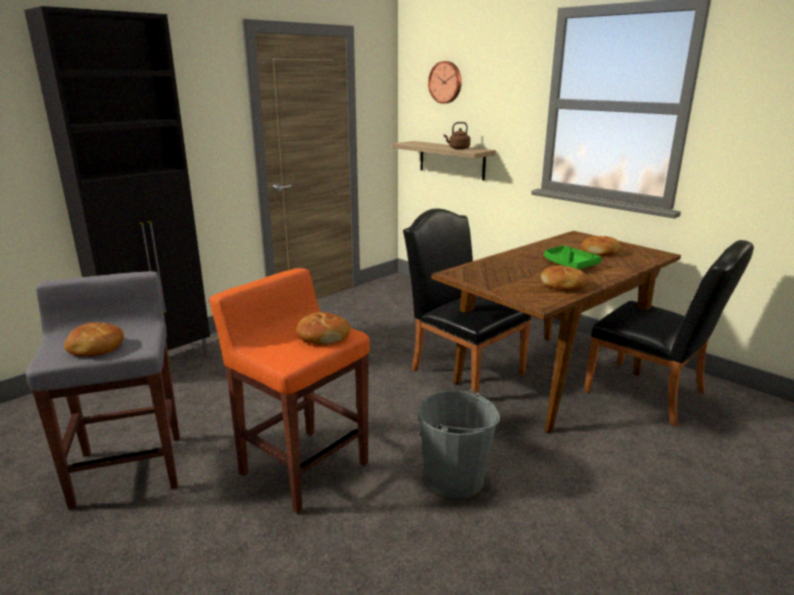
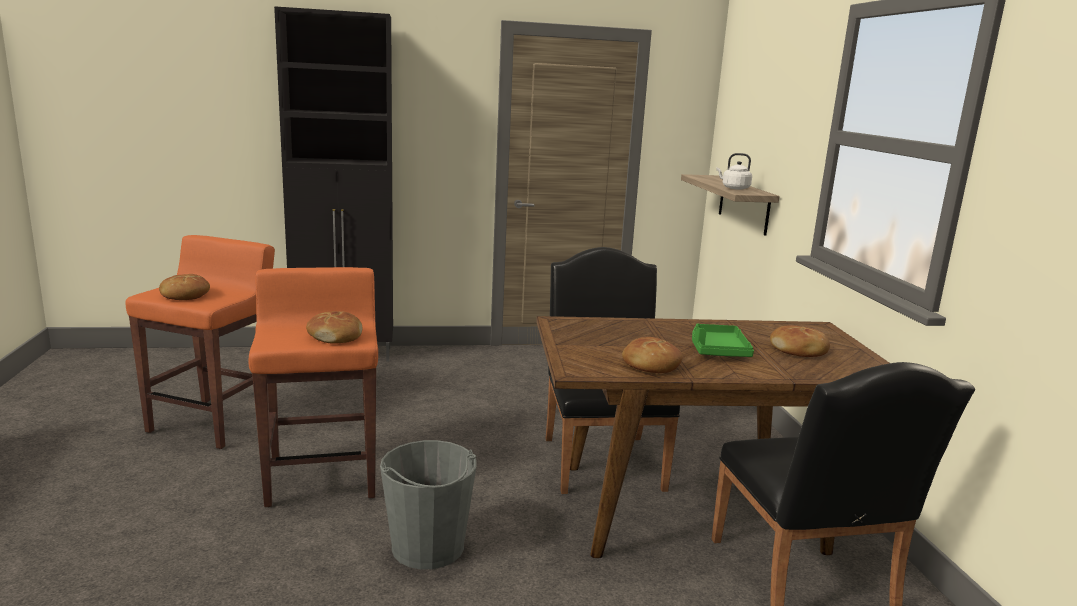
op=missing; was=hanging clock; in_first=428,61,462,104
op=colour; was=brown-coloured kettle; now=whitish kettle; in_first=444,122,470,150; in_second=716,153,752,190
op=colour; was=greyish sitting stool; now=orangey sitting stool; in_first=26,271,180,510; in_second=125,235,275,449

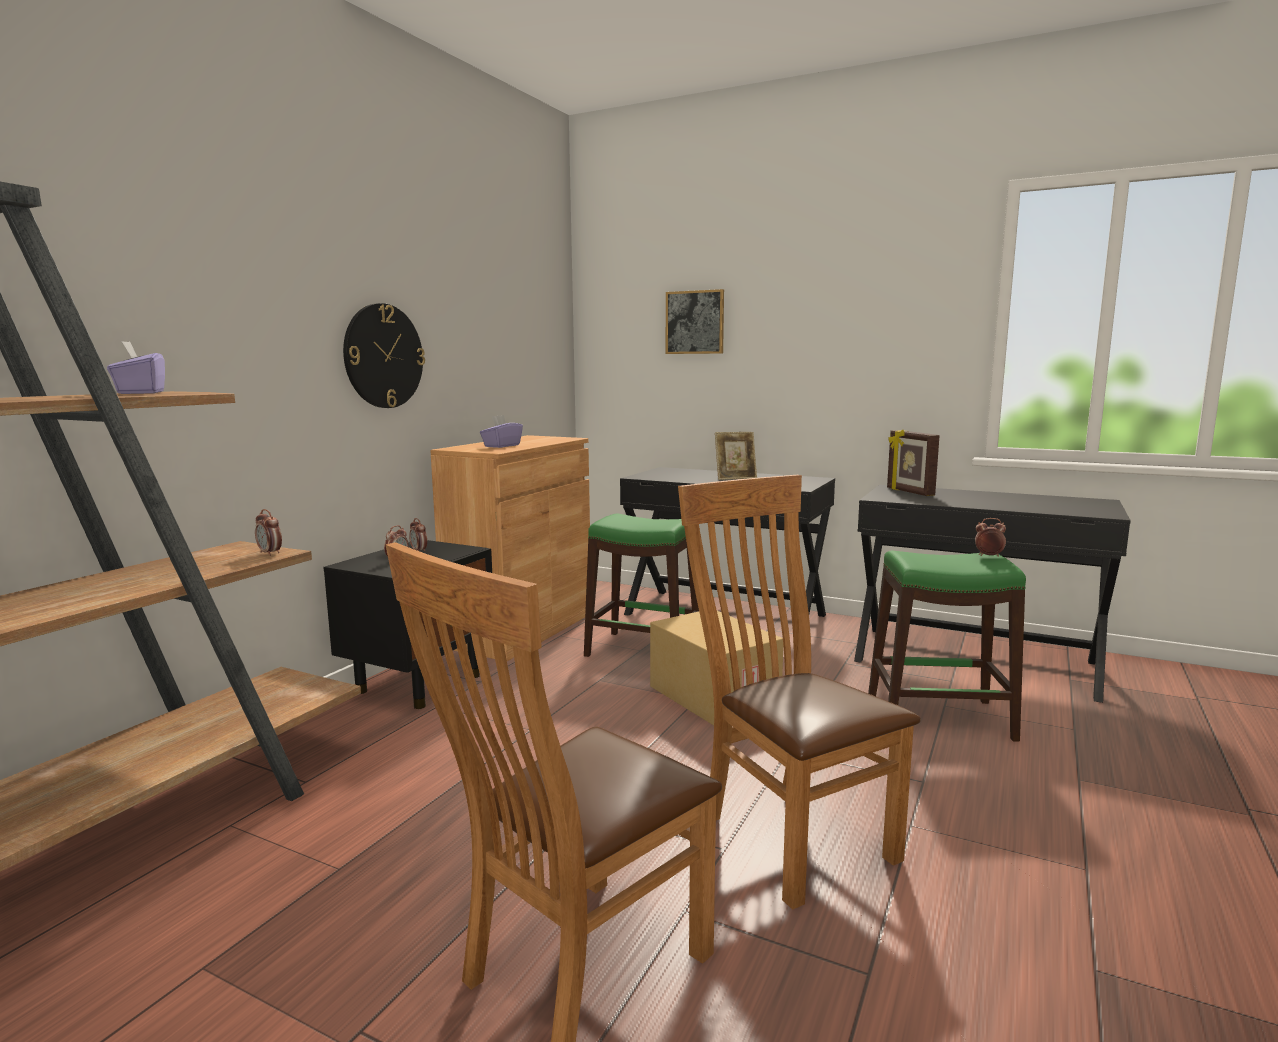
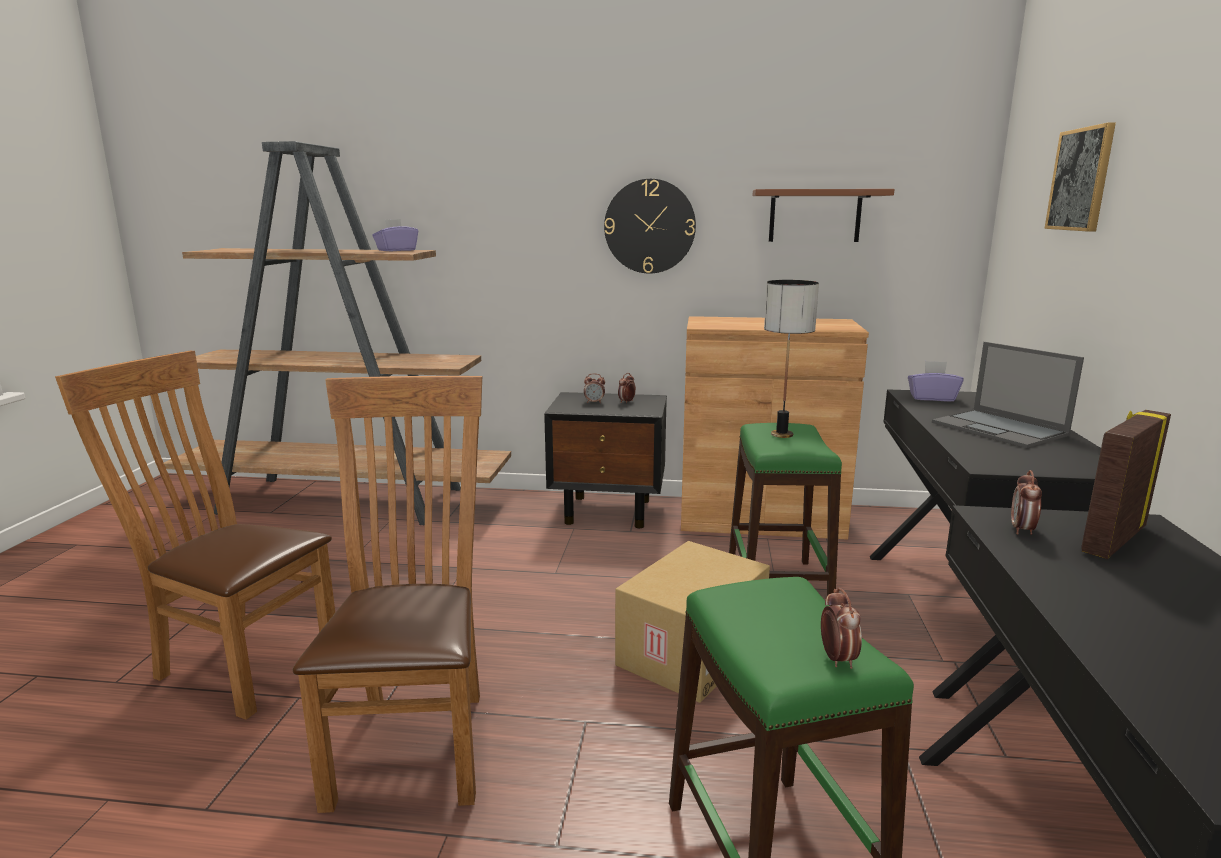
op=relocated; was=purplish tissue box; in_first=480,415,523,448; in_second=908,361,964,402
op=exchanged; was=photo frame; now=laptop; in_first=715,432,757,480; in_second=932,342,1084,448
op=spun; was=brown-coloured upright chair; in_first=678,475,921,910; in_second=293,376,482,813; clockwise=-45
op=relocated; was=bedside clock; in_first=255,509,282,556; in_second=1011,470,1042,535
op=appeared; now=brown-coloured shelf; in_second=753,189,895,242
op=appeared; now=tabletop lamp; in_second=764,280,819,438

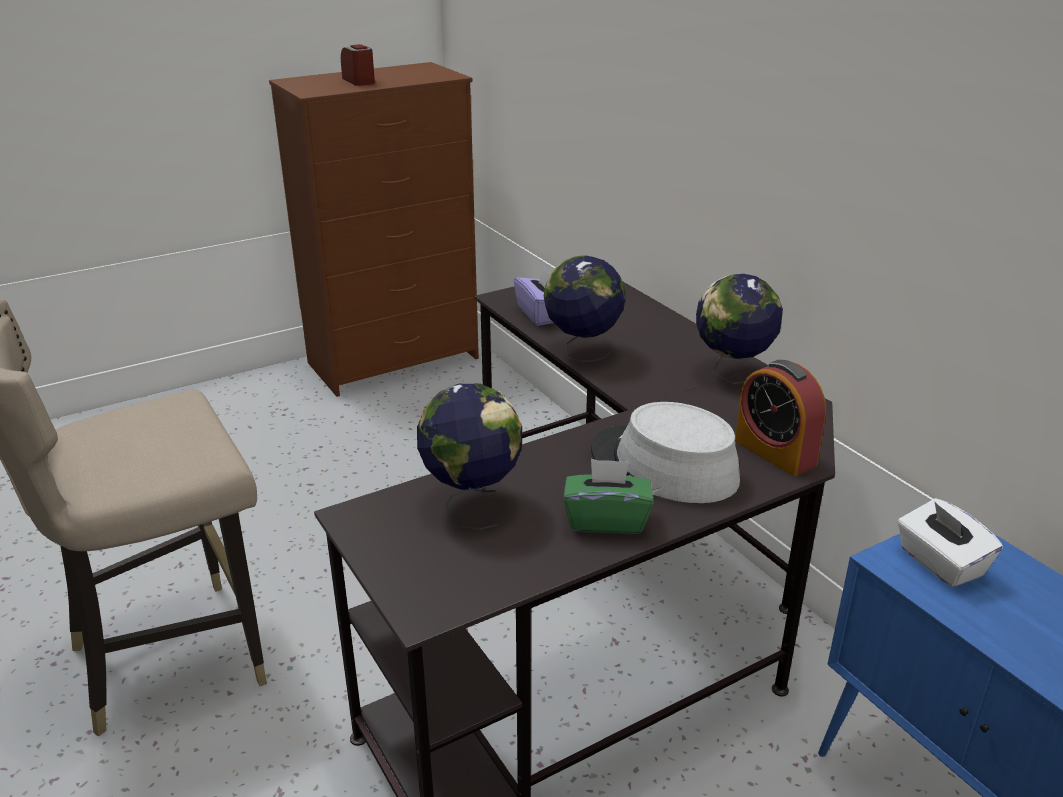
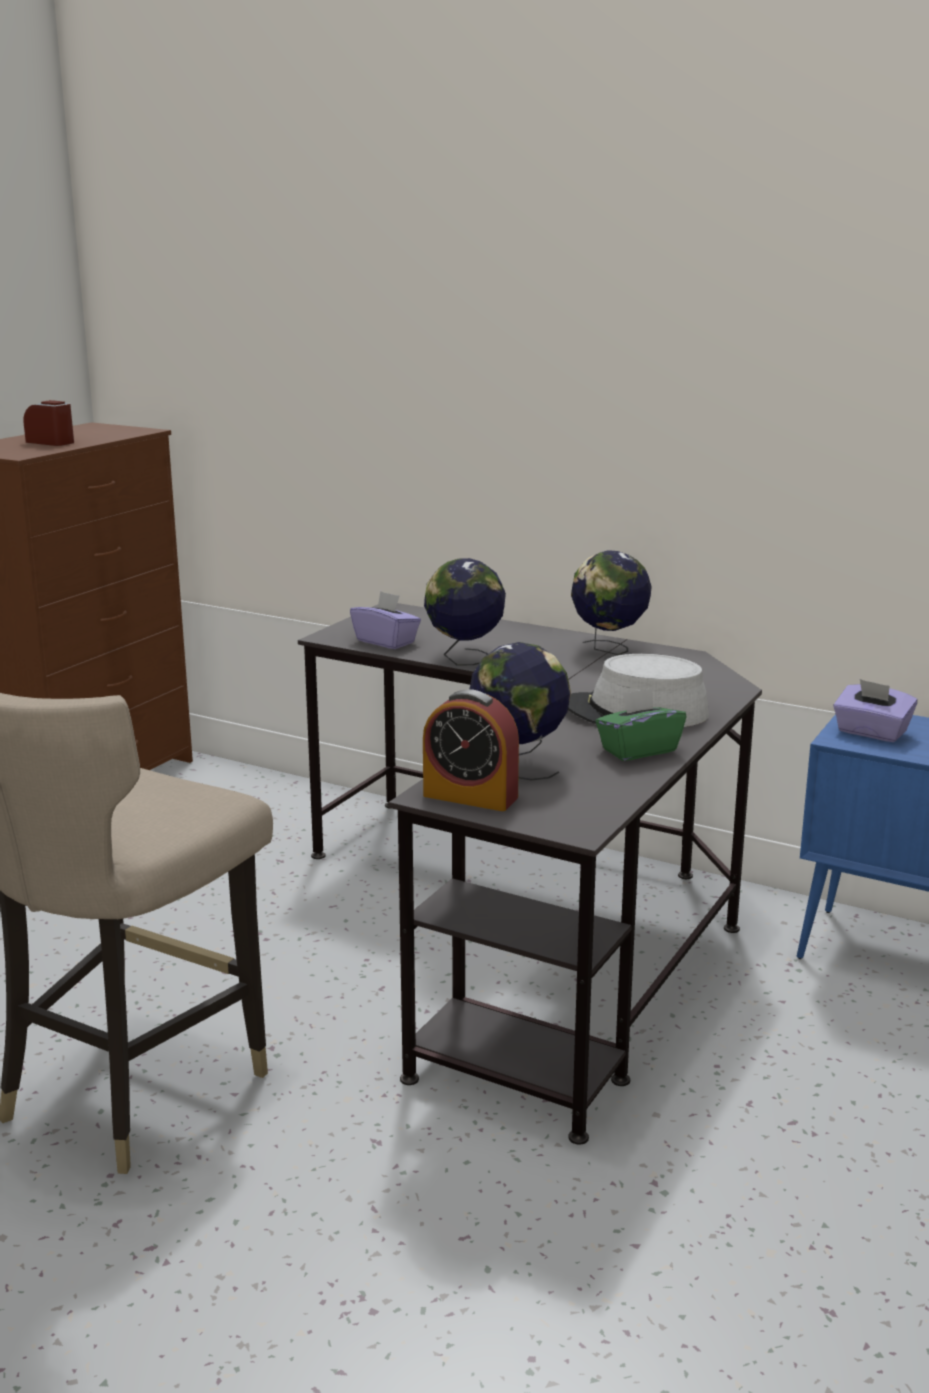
op=relocated; was=bedside clock; in_first=735,360,826,476; in_second=423,689,519,811
op=colour; was=whitish tissue box; now=purplish tissue box; in_first=897,498,1003,588; in_second=833,679,917,742

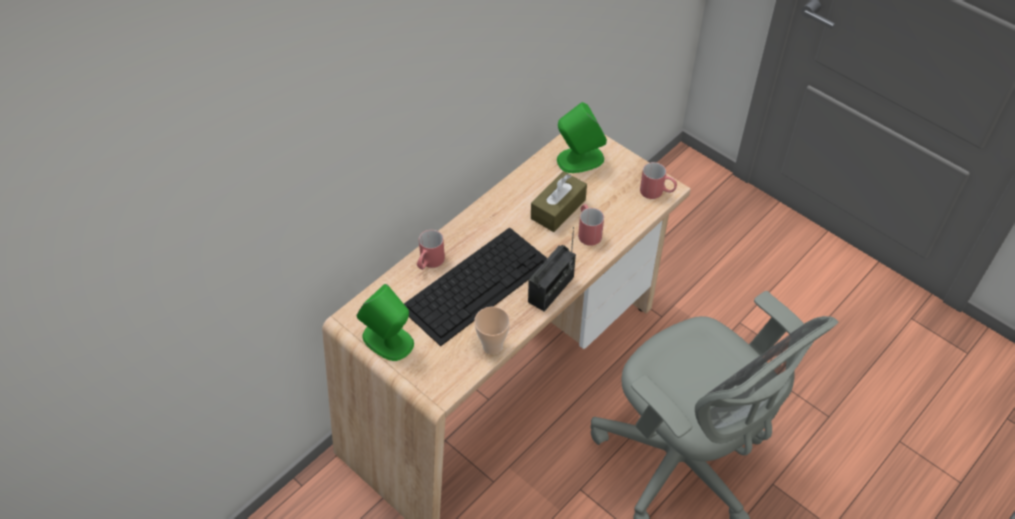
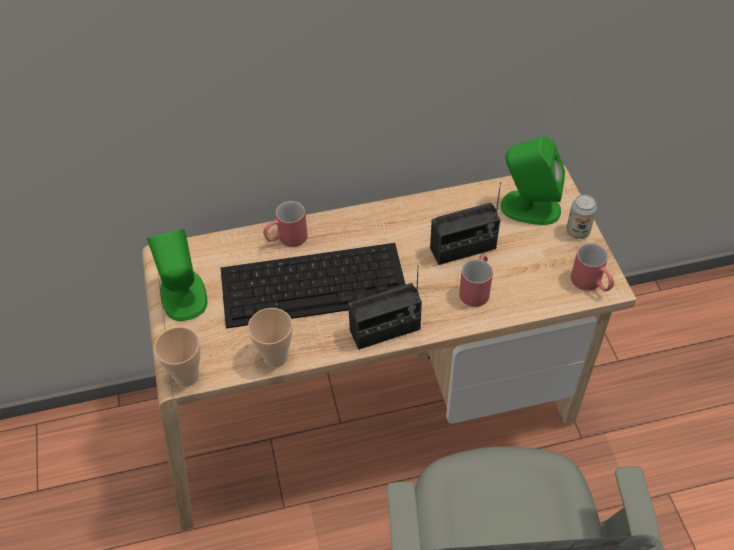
op=exchanged; was=brown-coloured tissue box; now=radio; in_first=531,171,587,232; in_second=430,182,501,265
op=appeared; now=can; in_second=566,194,597,239
op=appeared; now=drinking cup; in_second=154,327,201,387

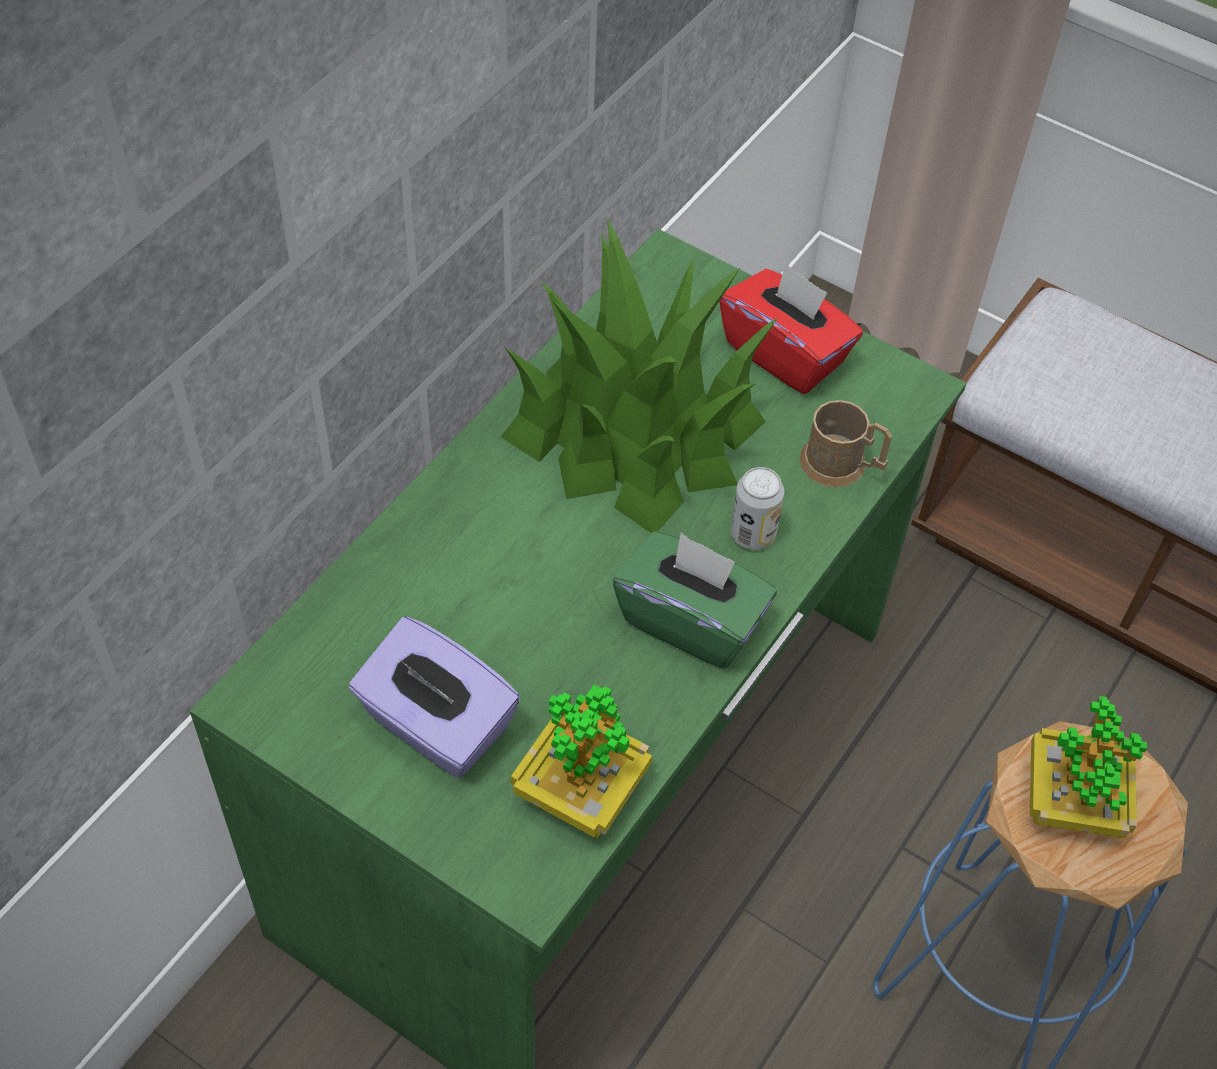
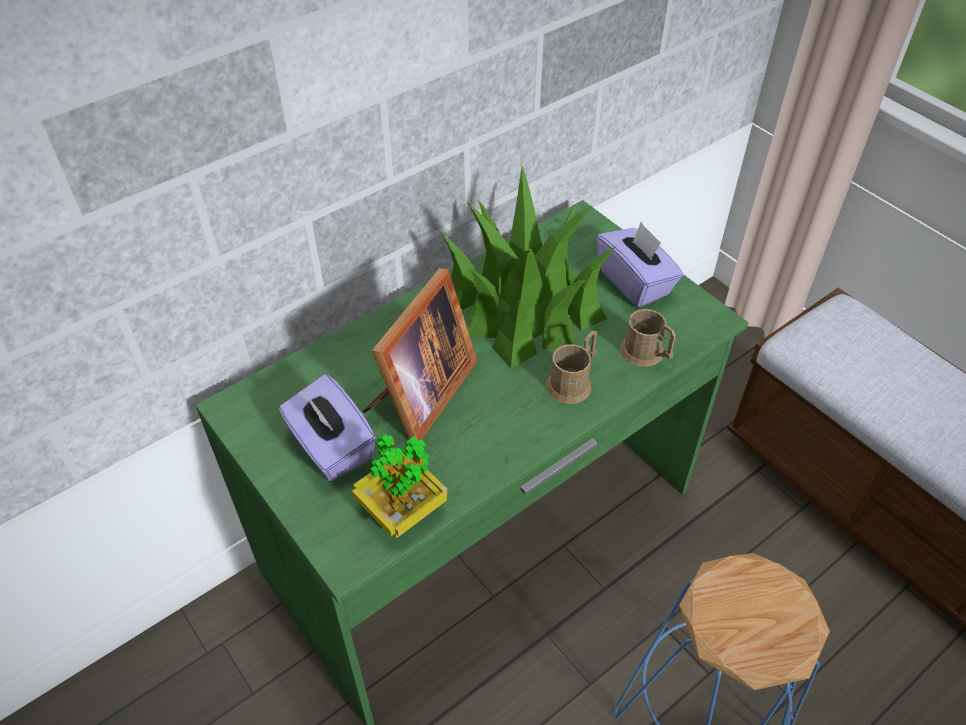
op=colour; was=reddish tissue box; now=purplish tissue box; in_first=719,263,863,394; in_second=596,222,683,308
op=exchanged; was=can; now=brown-coloured coffee mug; in_first=731,467,784,550; in_second=546,331,597,404
op=missing; was=green-coloured tissue box; in_first=613,531,777,669
op=missing; was=plant in a pot; in_first=1030,696,1147,838
op=appeared; now=photo frame; in_second=362,268,477,441

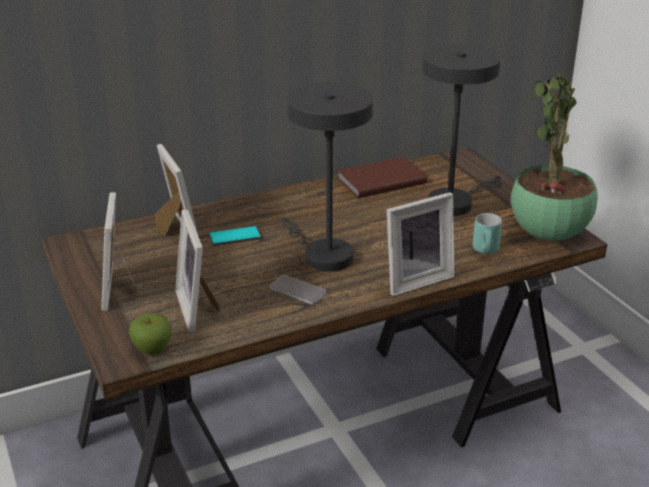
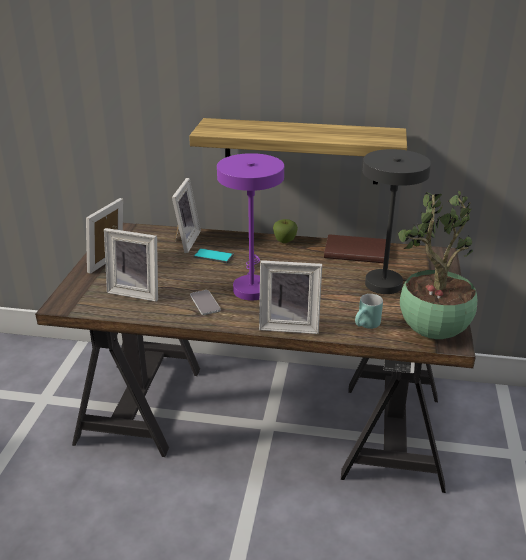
op=colour; was=greyish tabletop lamp; now=purplish tabletop lamp; in_first=281,82,373,272; in_second=217,153,284,301
op=spun; was=photo frame; in_first=175,210,220,332; in_second=104,228,158,302; clockwise=-90
op=relocated; was=whole apple; in_first=129,313,172,355; in_second=273,219,298,243
op=appeared; now=shelf; in_second=189,118,407,184

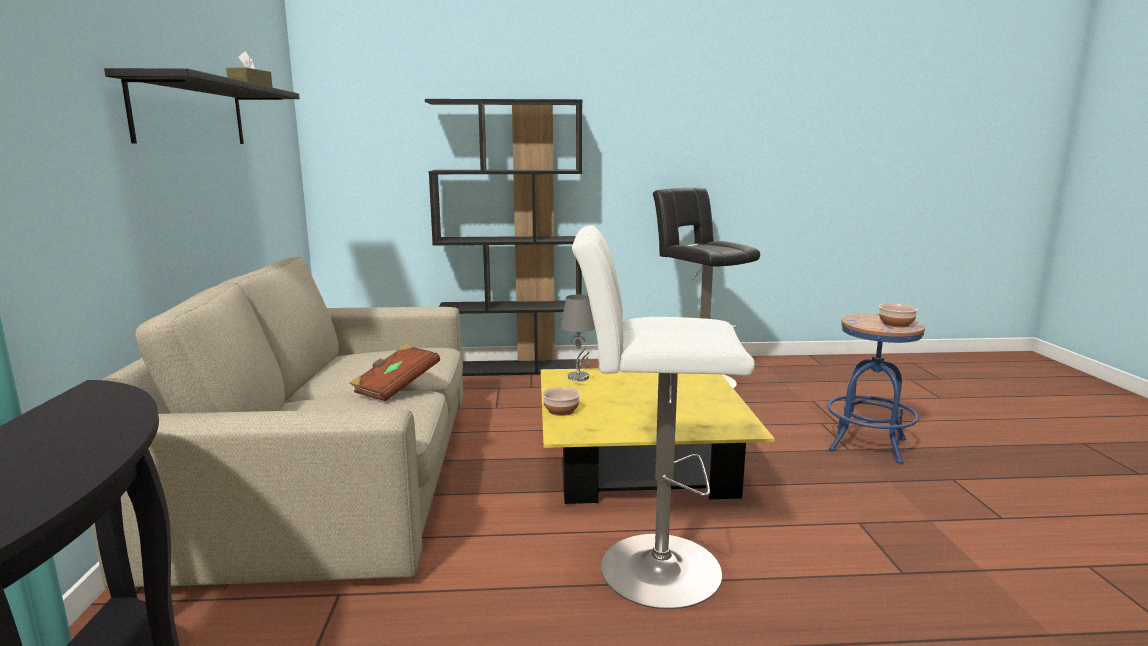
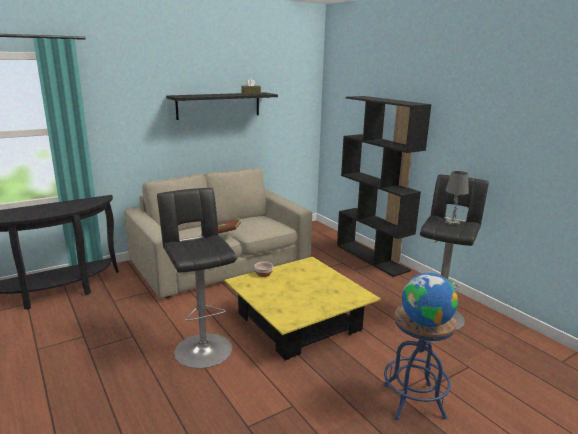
op=colour; was=whitish sitting stool; now=black sitting stool; in_first=572,225,755,609; in_second=157,188,236,368
op=relocated; was=greyish tabletop lamp; in_first=561,295,595,381; in_second=445,171,469,225
op=exchanged; was=serving bowl; now=desk globe; in_first=879,304,918,328; in_second=402,273,458,327

